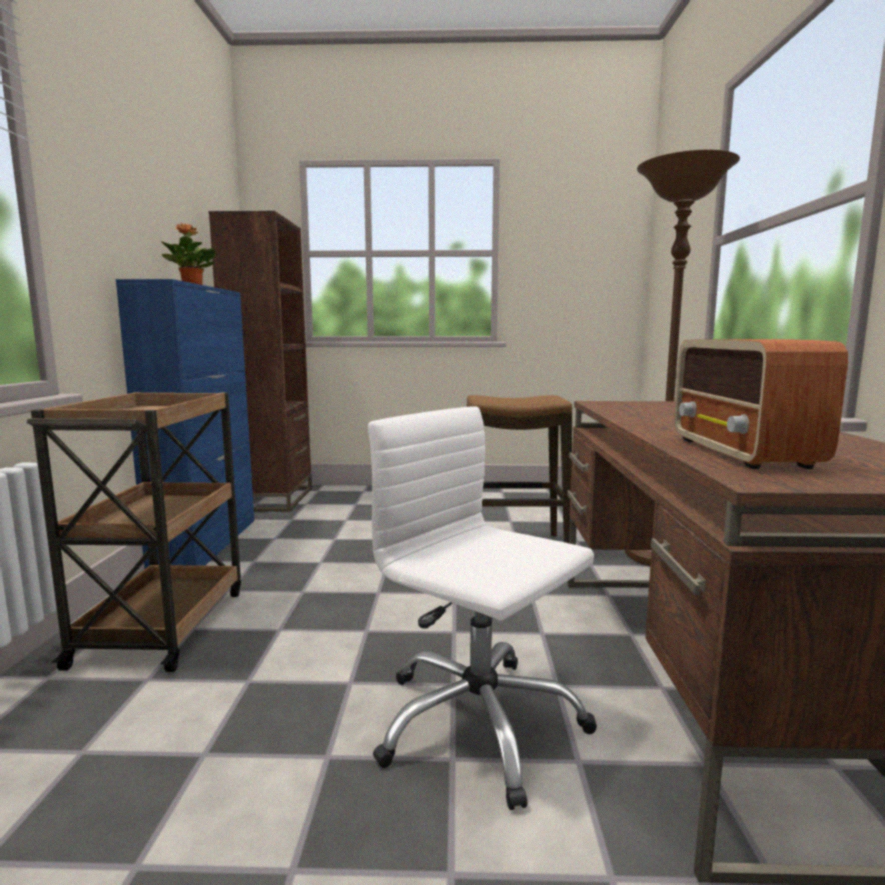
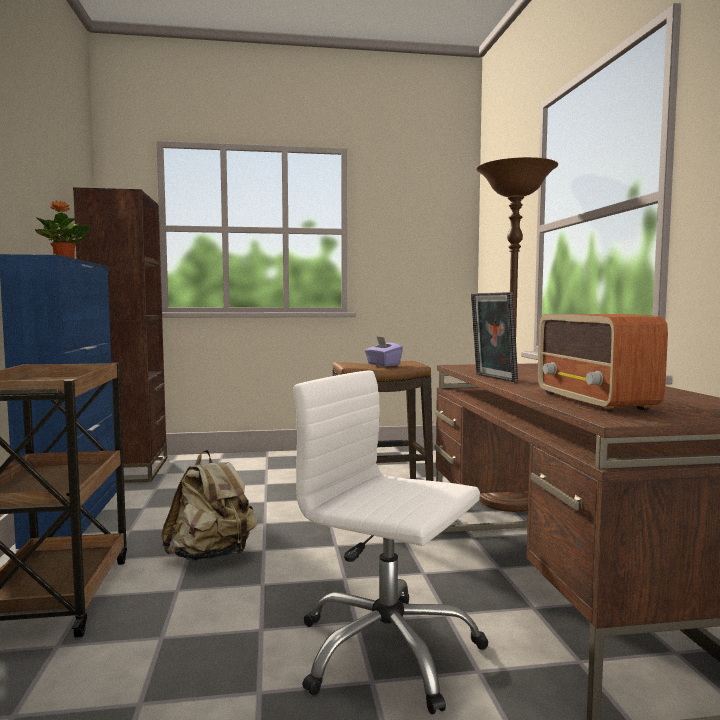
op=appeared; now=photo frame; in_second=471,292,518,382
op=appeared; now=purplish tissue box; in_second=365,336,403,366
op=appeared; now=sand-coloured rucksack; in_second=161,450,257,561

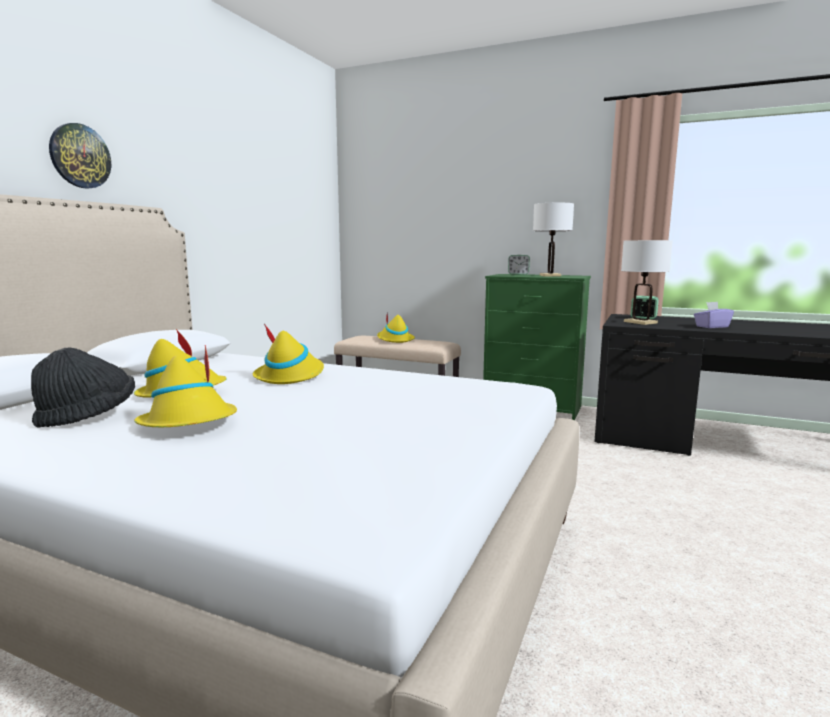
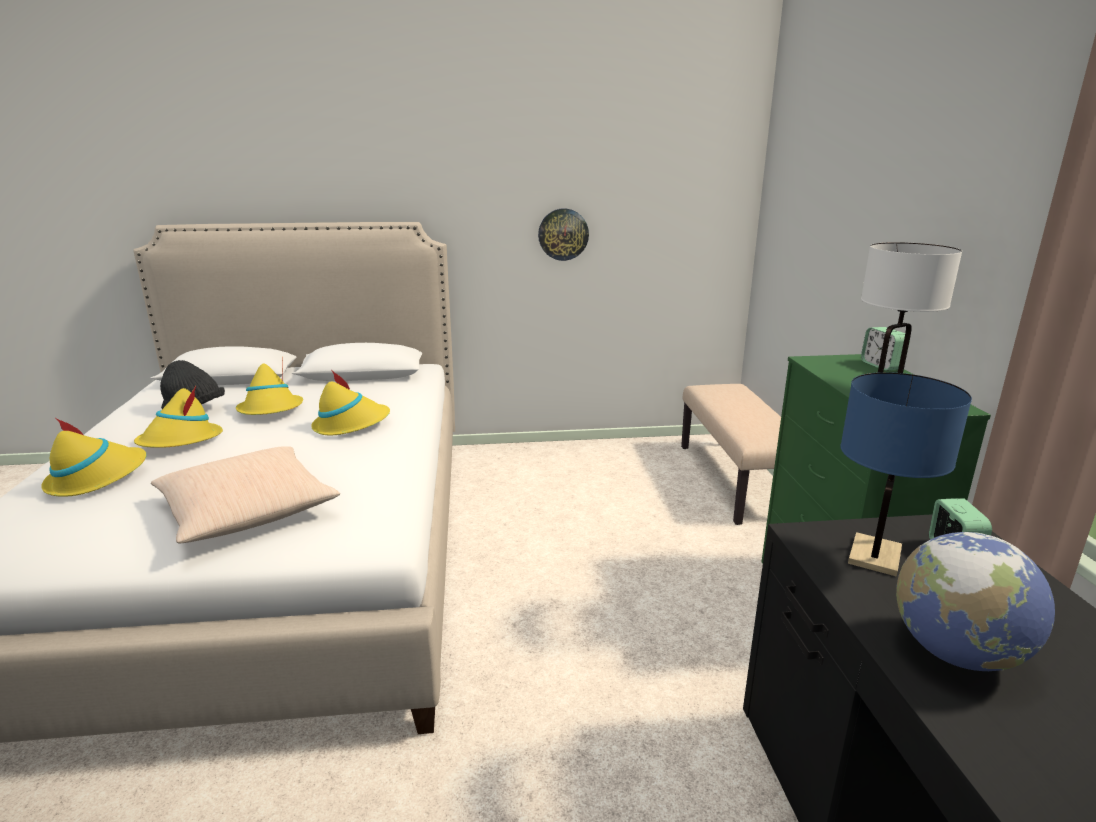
op=relocated; was=hanging clock; in_first=49,123,111,188; in_second=538,209,589,261
op=colour; was=whitish tabletop lamp; now=blue-coloured tabletop lamp; in_first=621,240,673,325; in_second=840,372,972,577
op=exchanged; was=purplish tissue box; now=desk globe; in_first=694,302,734,328; in_second=896,532,1055,671
op=relocated; was=yellowish clothing hat; in_first=377,313,415,343; in_second=41,417,147,497
op=appeared; now=sand-coloured throw pillow; in_second=151,446,340,543

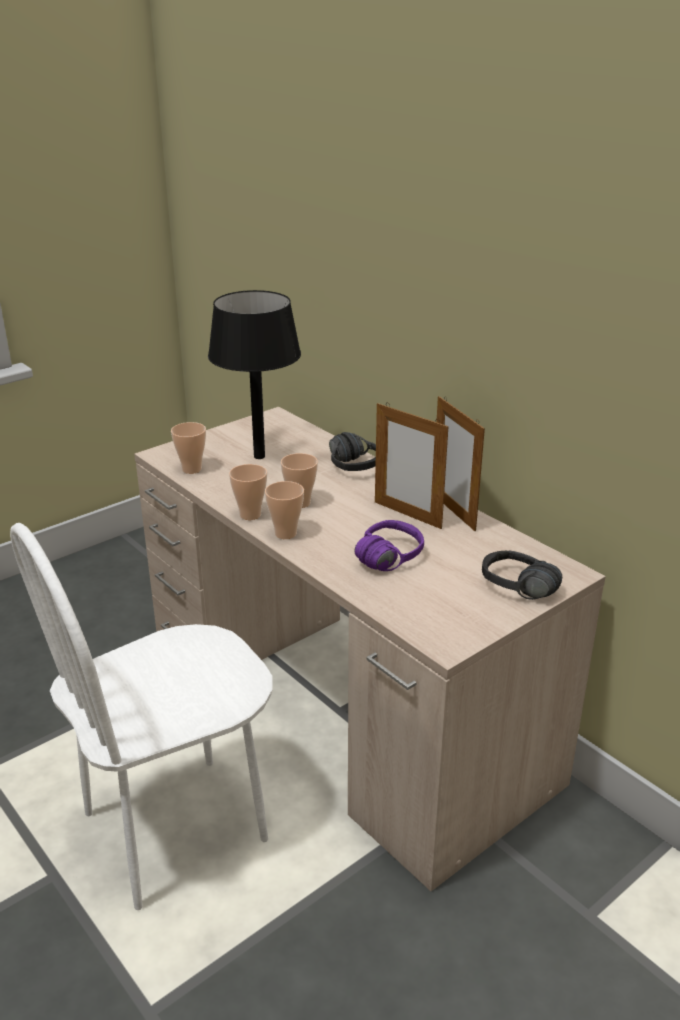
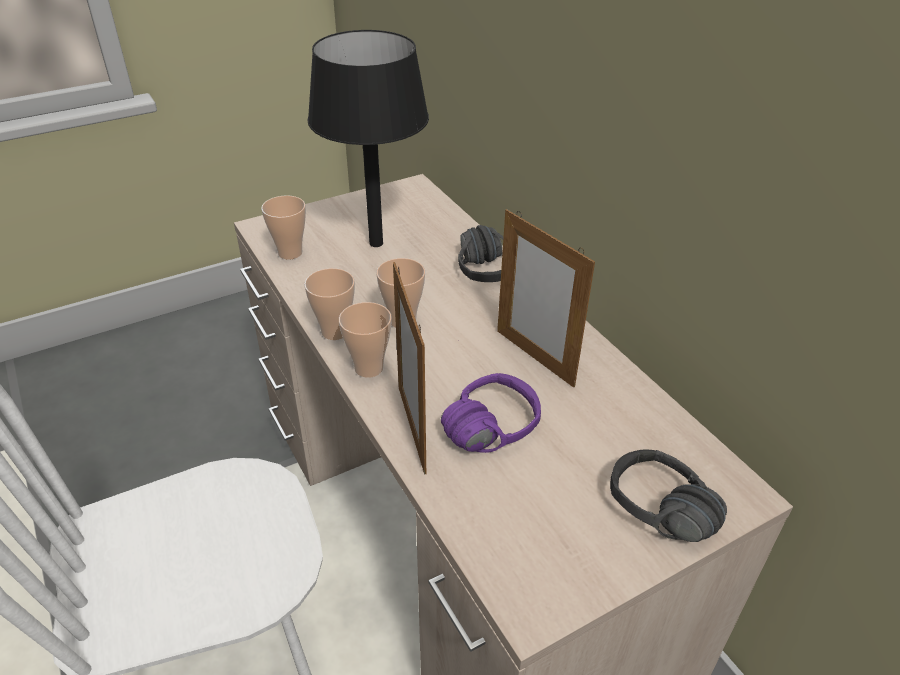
op=relocated; was=photo frame; in_first=436,396,485,531; in_second=393,262,426,475

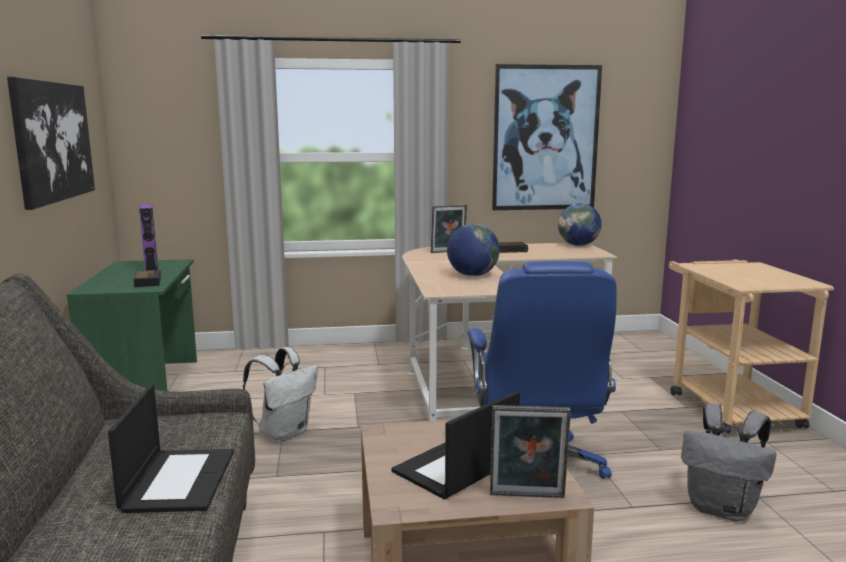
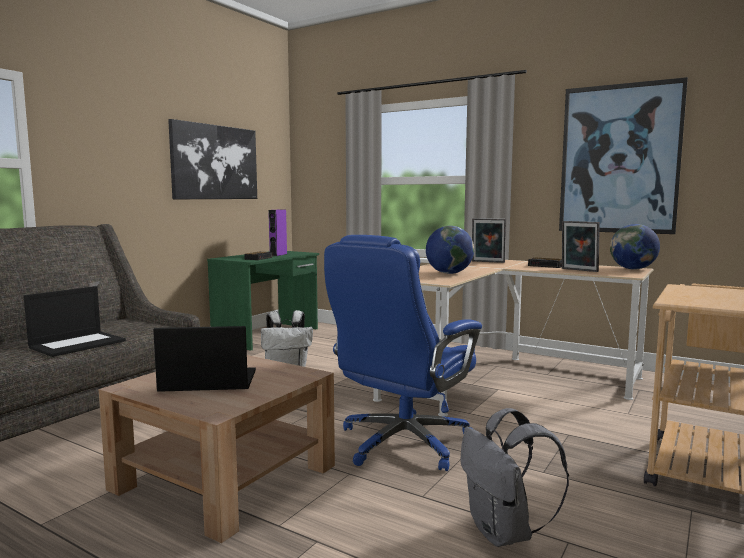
op=relocated; was=photo frame; in_first=490,405,571,498; in_second=562,221,600,272

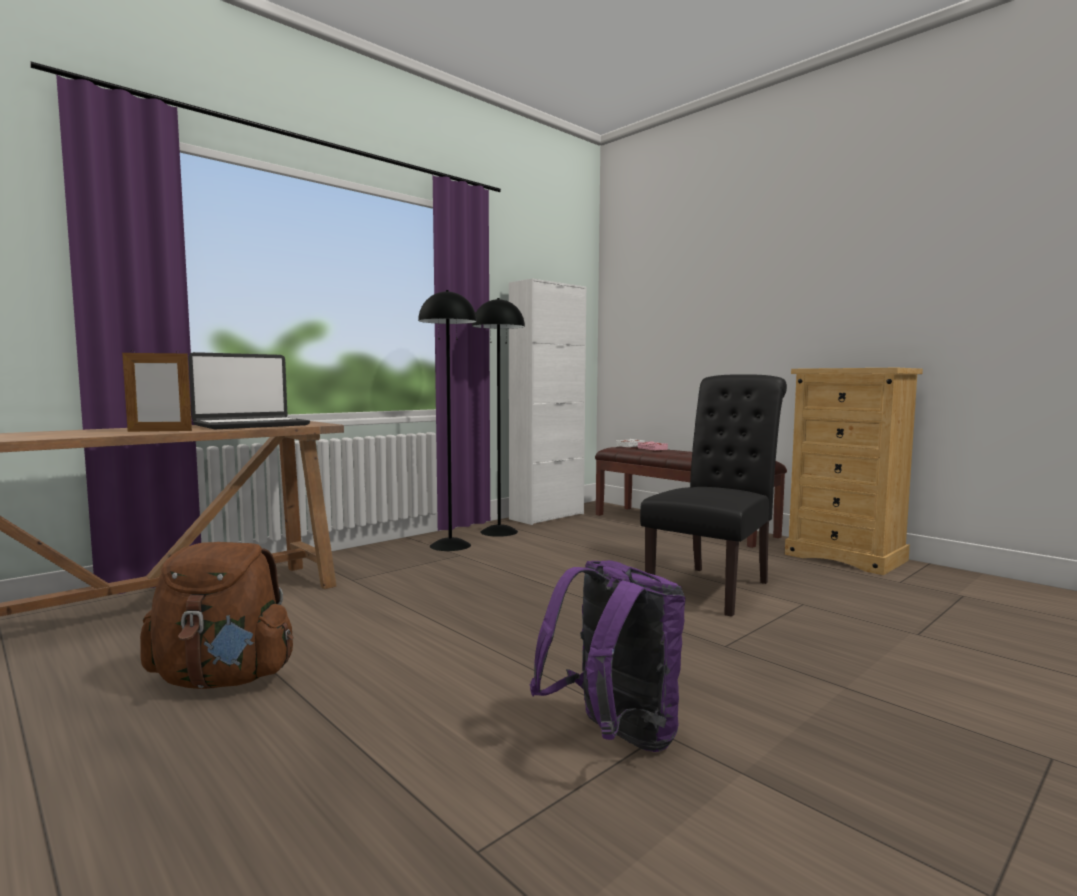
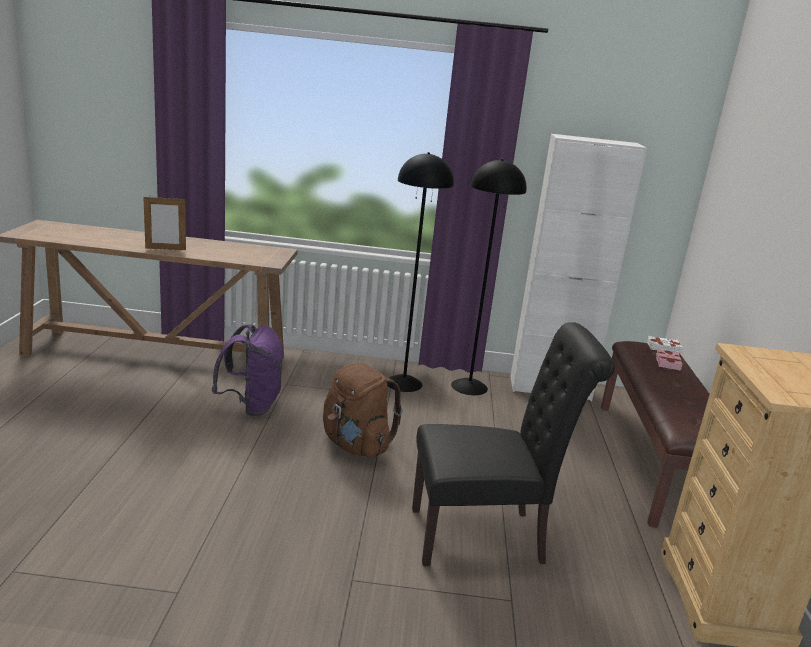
op=spun; was=photo frame; in_first=122,350,192,432; in_second=143,197,186,250; clockwise=-45
op=missing; was=laptop; in_first=188,352,310,429
op=relocated; was=brown-coloured rucksack; in_first=140,542,293,689; in_second=323,363,403,458
op=relocated; was=purplish rucksack; in_first=529,560,686,752; in_second=212,324,284,417

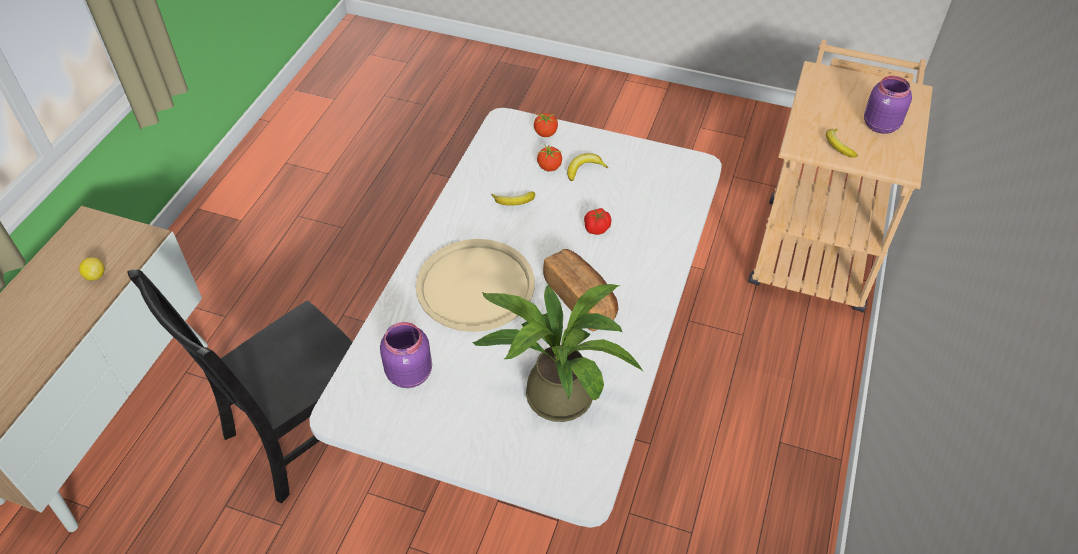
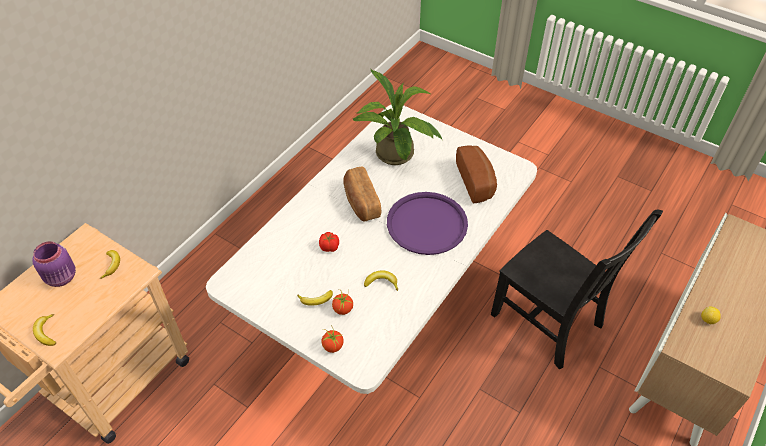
op=colour; was=sand-coloured carrying tray; now=purplish carrying tray; in_first=416,239,535,332; in_second=387,192,468,255
op=spun; was=black upright chair; in_first=127,269,352,504; in_second=491,210,663,369; clockwise=75
op=exchanged; was=purplish jar; now=bakery bread; in_first=380,322,432,388; in_second=456,145,497,203
op=appeared; now=banana fruit; in_second=33,314,56,346

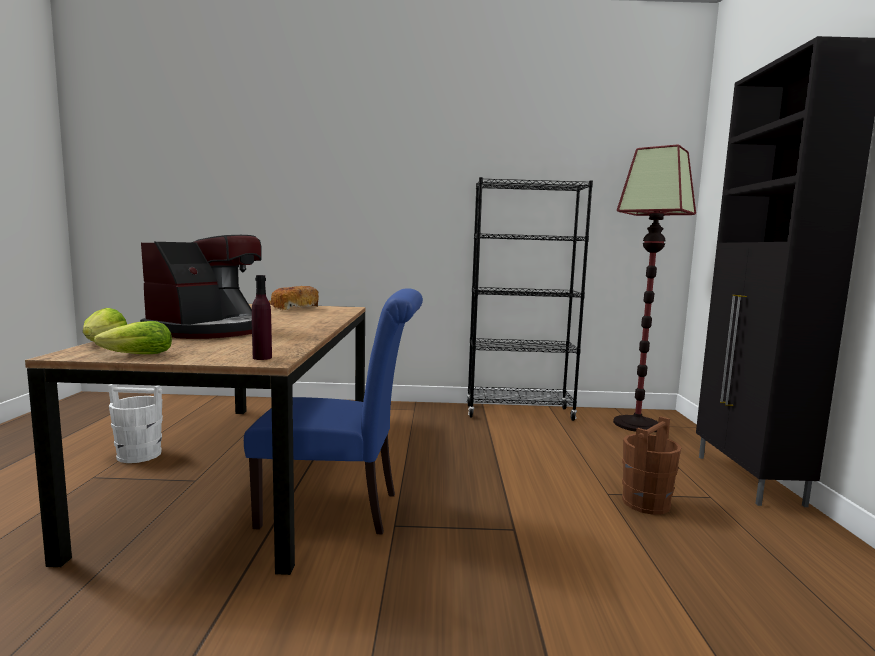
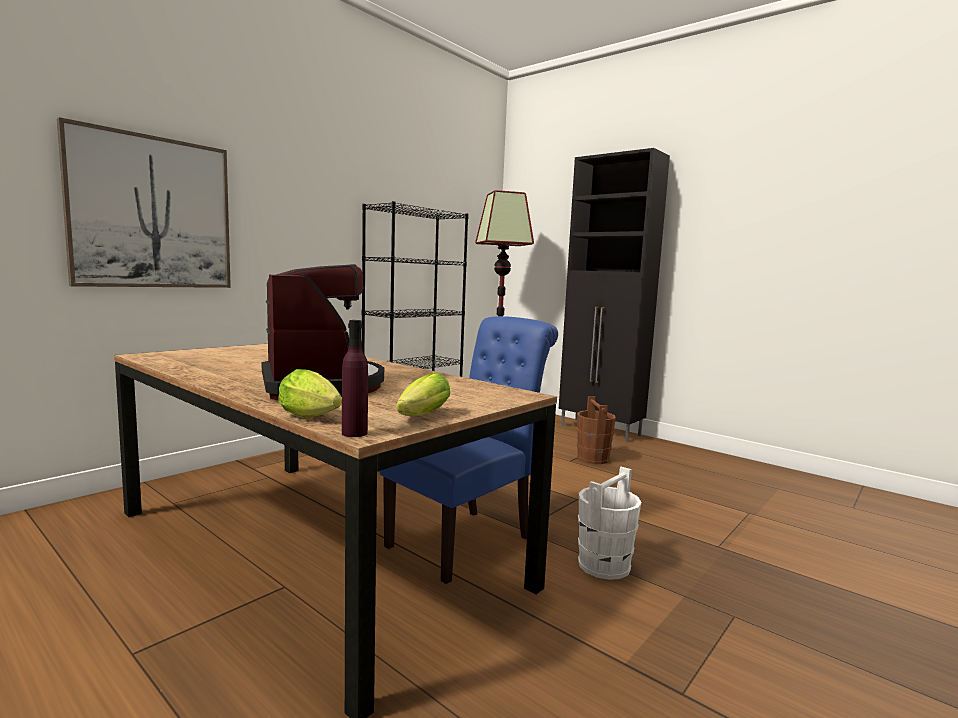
op=relocated; was=purplish bottle; in_first=252,275,272,360; in_second=342,320,368,437
op=missing; was=bakery bread; in_first=269,286,319,310
op=relocated; was=whitish bucket; in_first=108,384,163,463; in_second=578,467,642,580
op=appeared; now=picture; in_second=57,117,231,288

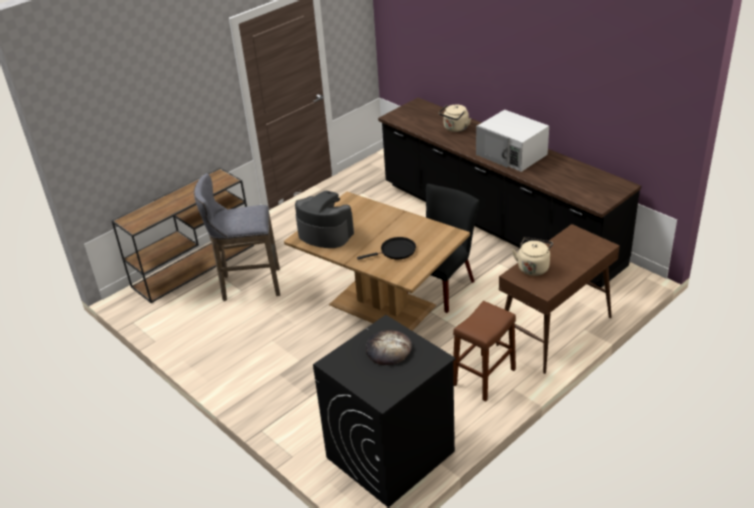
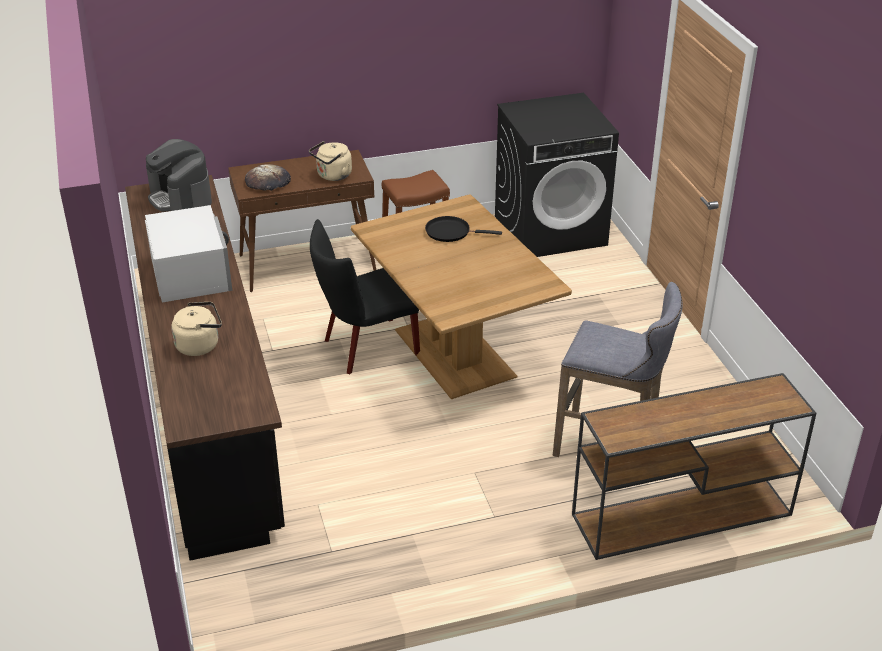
op=relocated; was=coffee brewer; in_first=295,191,354,248; in_second=146,139,212,212
op=relocated; was=bakery bread; in_first=365,330,412,365; in_second=245,164,291,191

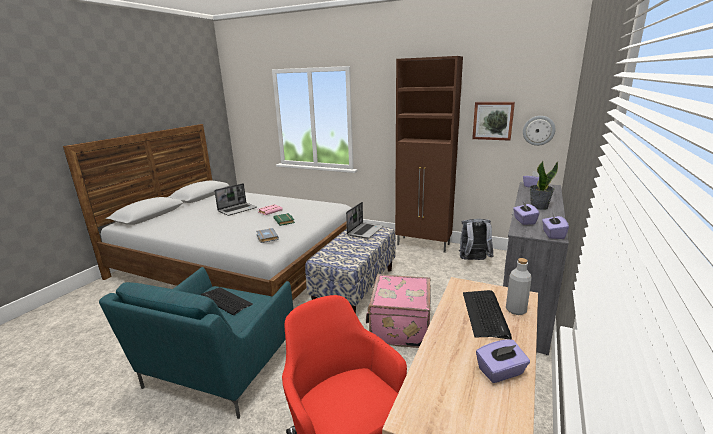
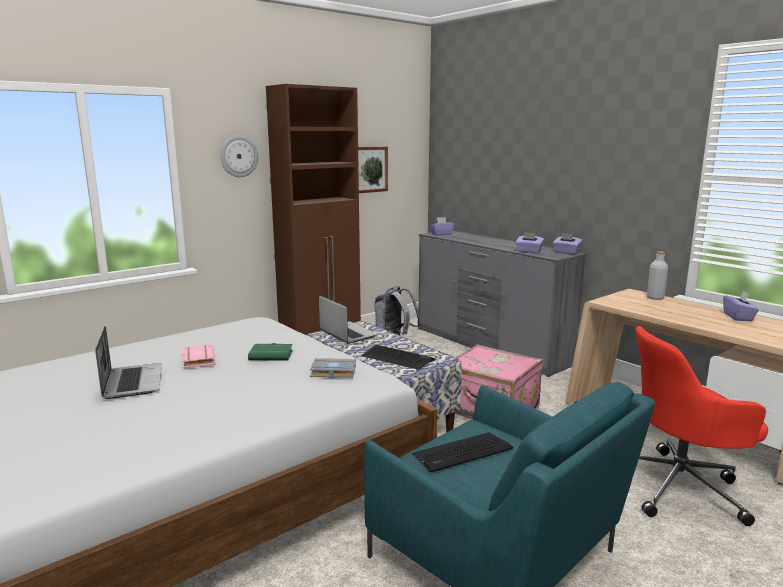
op=relocated; was=hanging clock; in_first=523,116,556,146; in_second=220,135,258,177
op=missing; was=plant in a pot; in_first=530,161,558,210
op=relocated; was=PC keyboard; in_first=463,290,512,339; in_second=362,345,435,370

